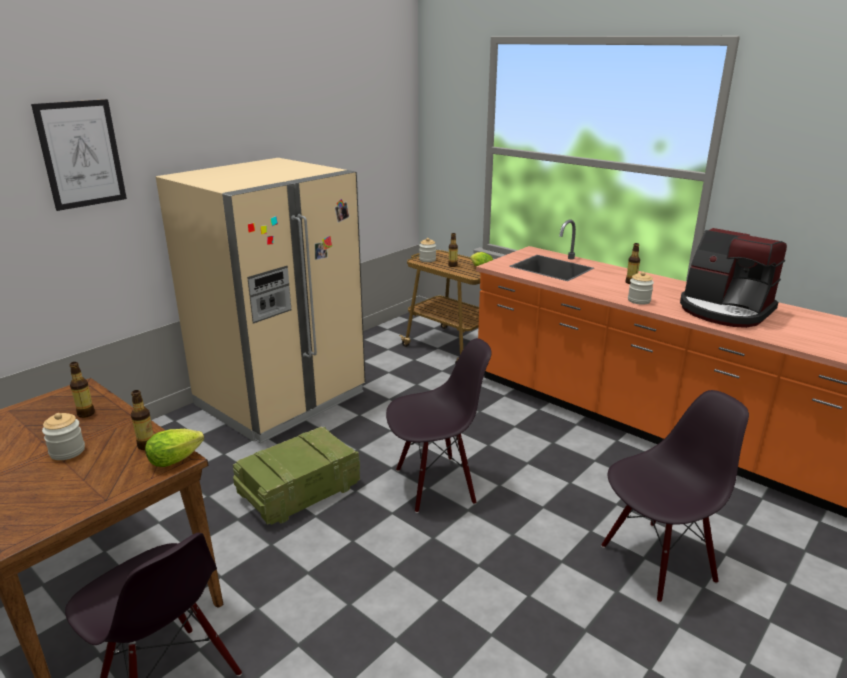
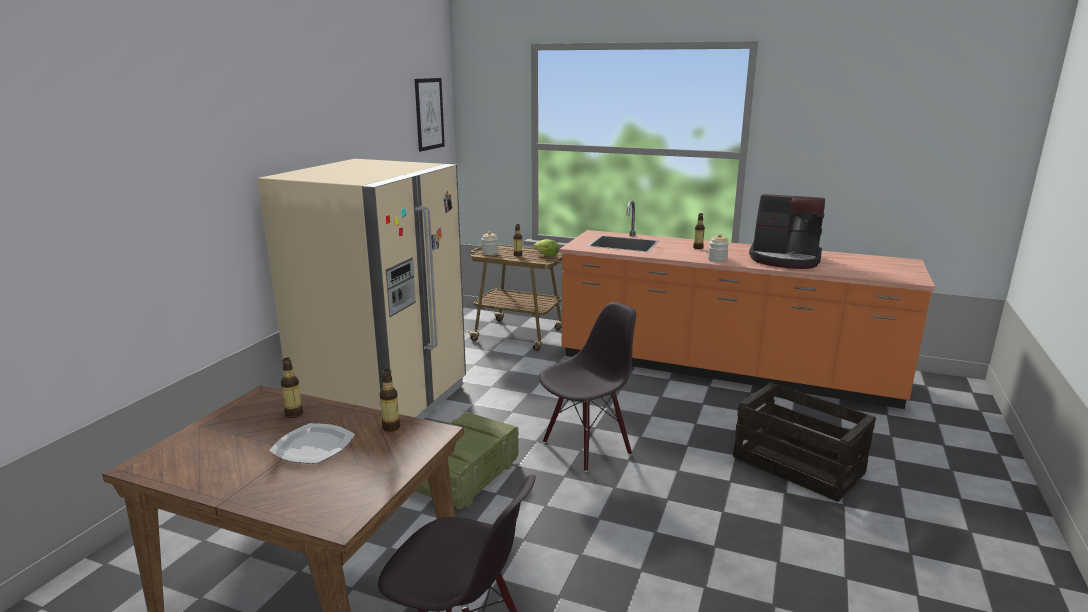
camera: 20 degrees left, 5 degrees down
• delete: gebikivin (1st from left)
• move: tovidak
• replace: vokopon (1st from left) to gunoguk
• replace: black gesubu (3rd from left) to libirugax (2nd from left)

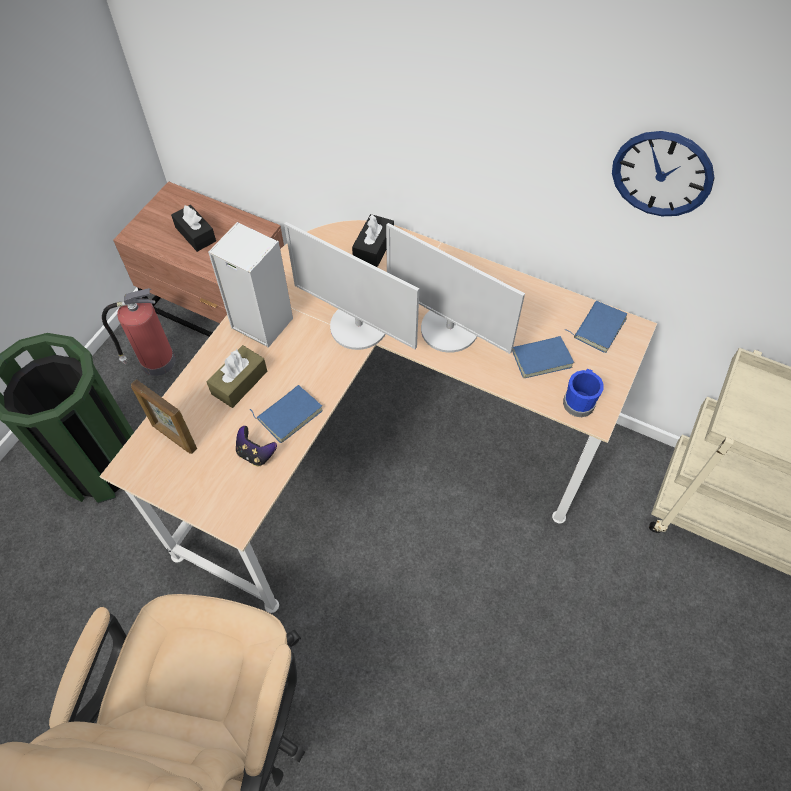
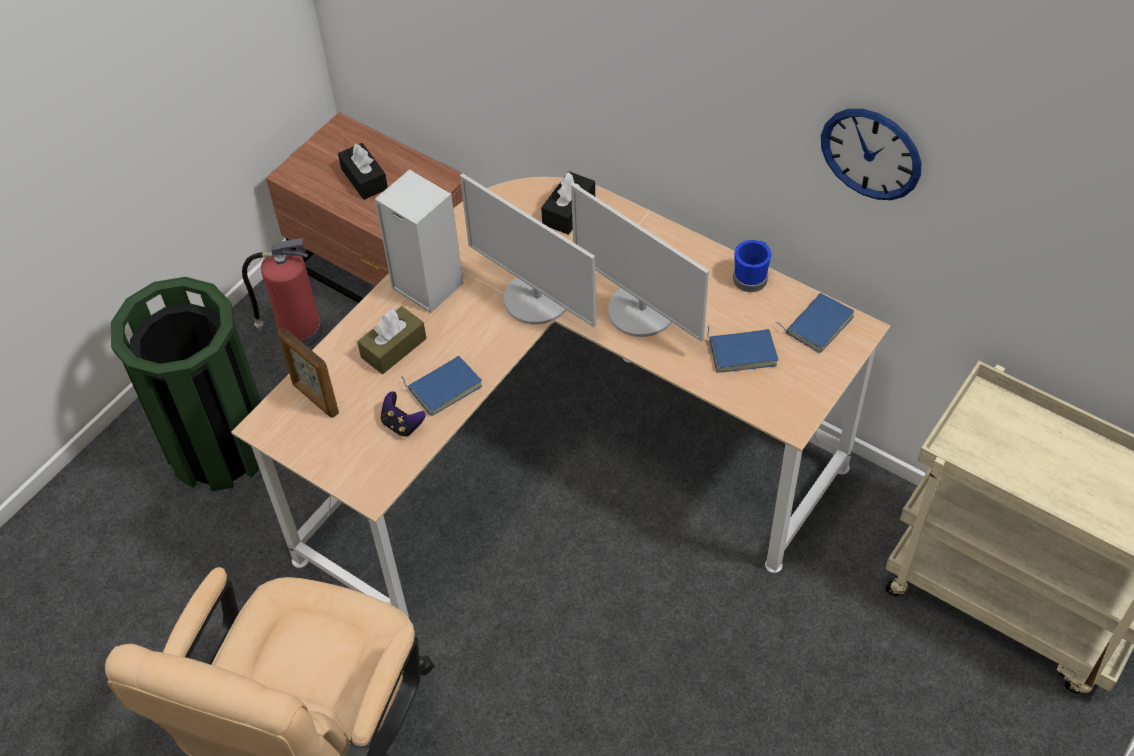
camera: 10 degrees right, 5 degrees down
• move: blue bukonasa

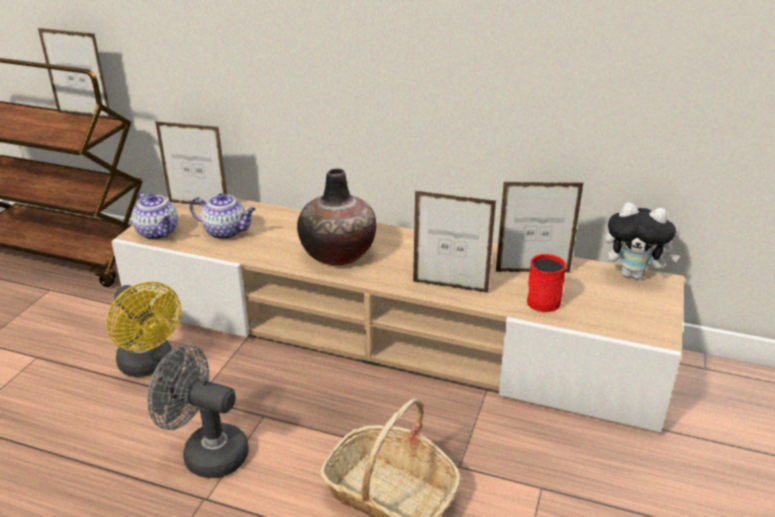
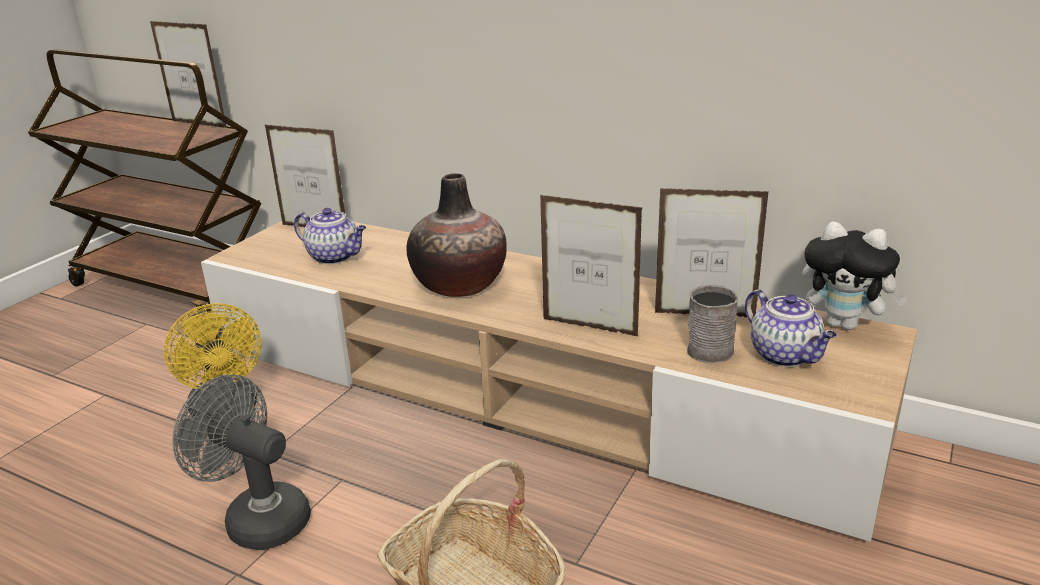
camera: 10 degrees right, 5 degrees down
• move: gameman (1st from left in the first image) to gameman (2nd from left)
• recolor: red bukonasa to grey bukonasa

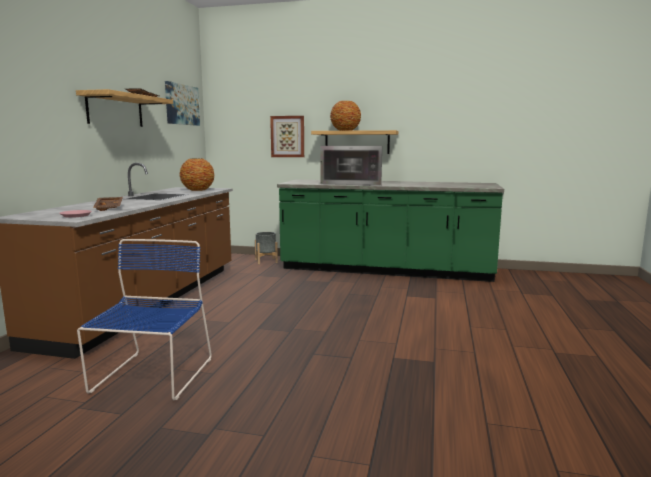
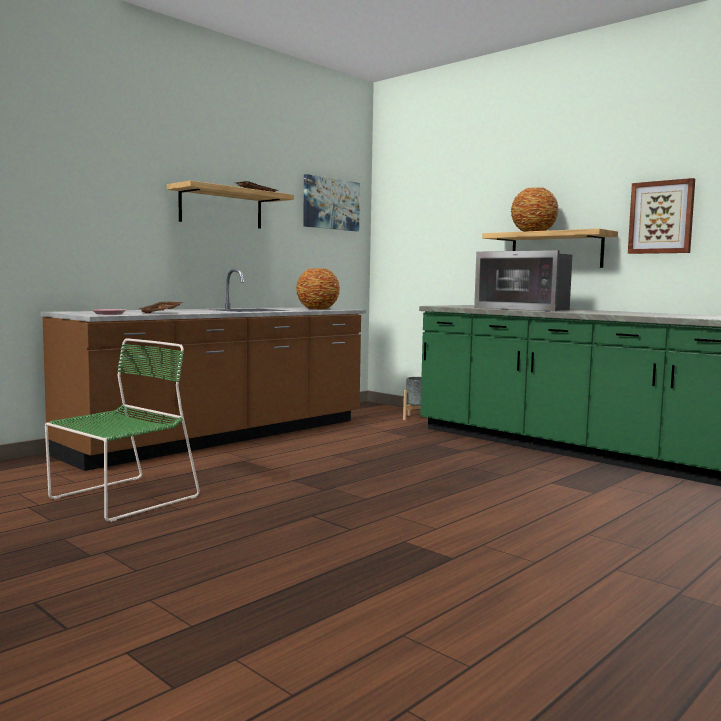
camera: 30 degrees right, 5 degrees down
• move: tovidak (2nd from left)
• recolor: blue gesubu to green gesubu

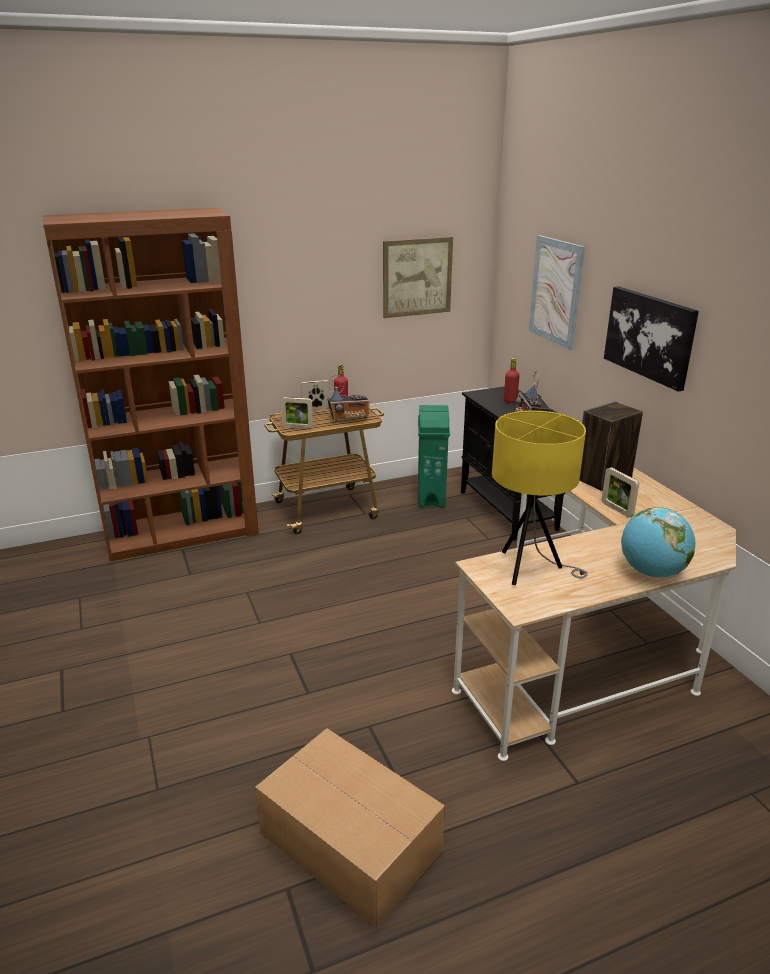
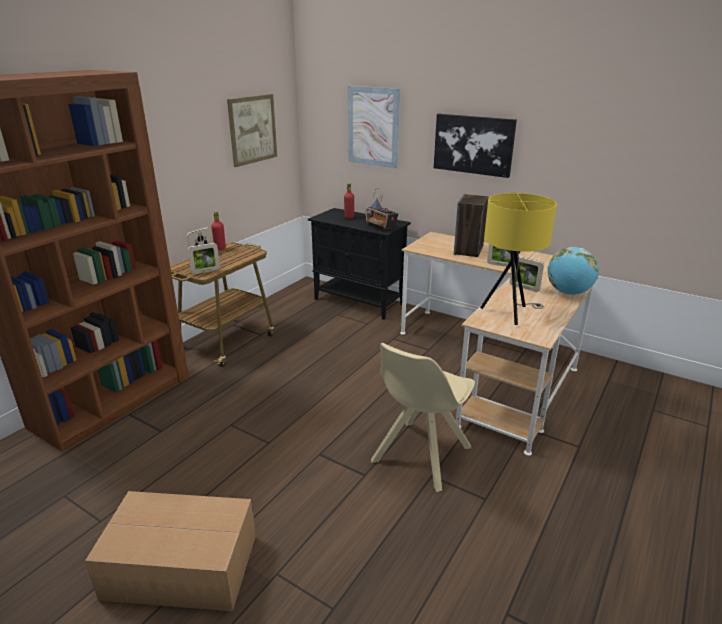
camera: 35 degrees left, 0 degrees up
• delete: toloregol (1st from left)
• delete: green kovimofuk
• insert: beige gesubu
• insert: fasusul (4th from left)
• move: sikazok

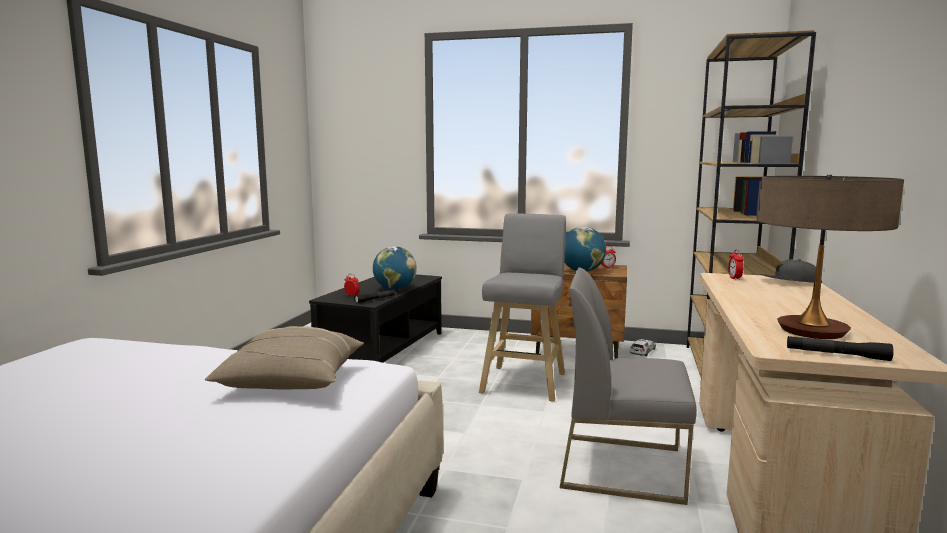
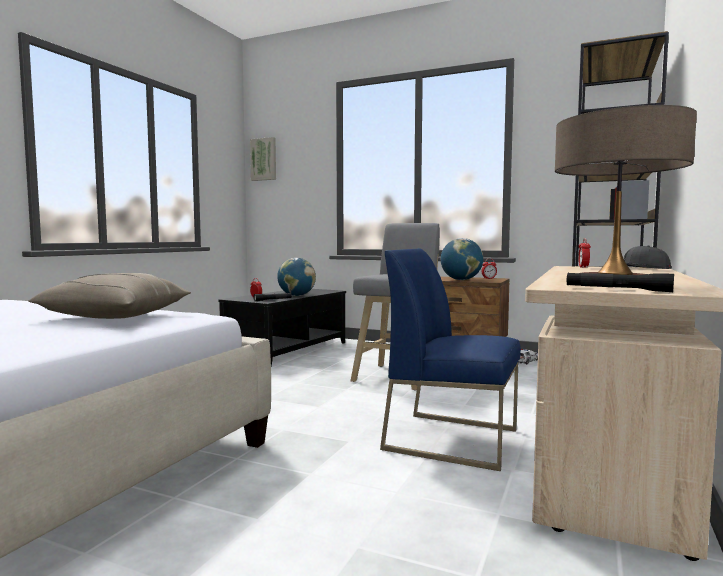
camera: 10 degrees right, 5 degrees down
• insert: tovidak
• recolor: grey gesubu to blue gesubu

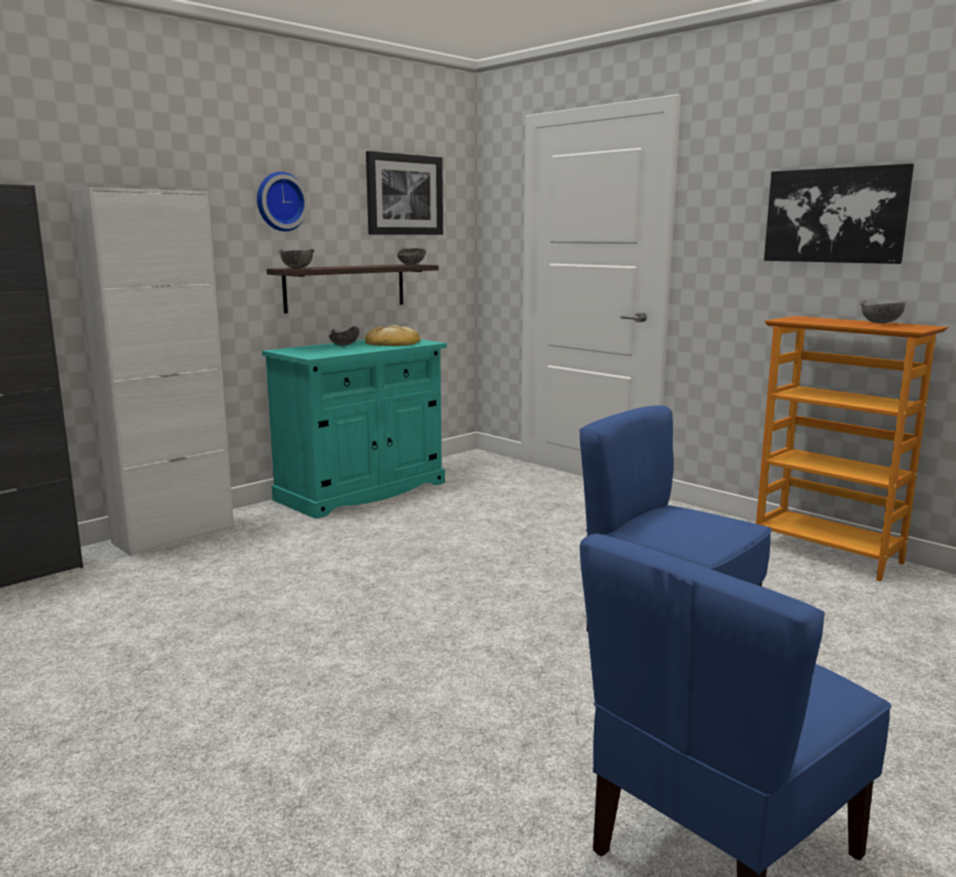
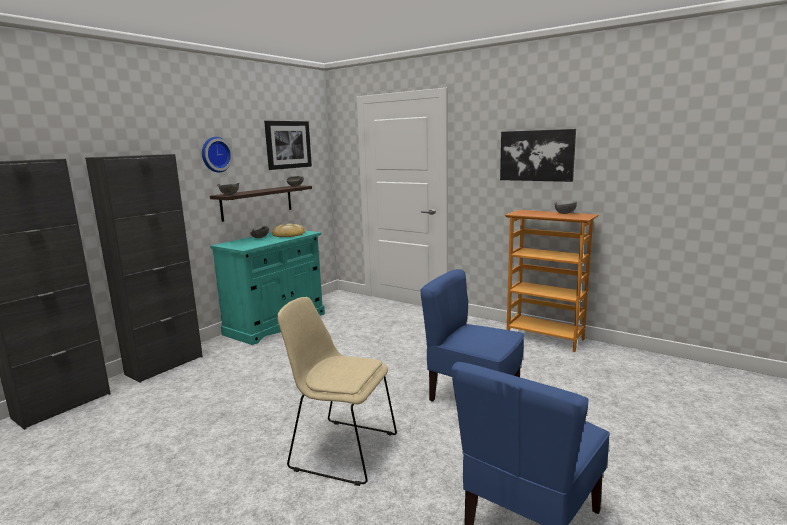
camera: 10 degrees left, 0 degrees up
• insert: beige gesubu
• recolor: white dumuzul to black dumuzul (2nd from left)

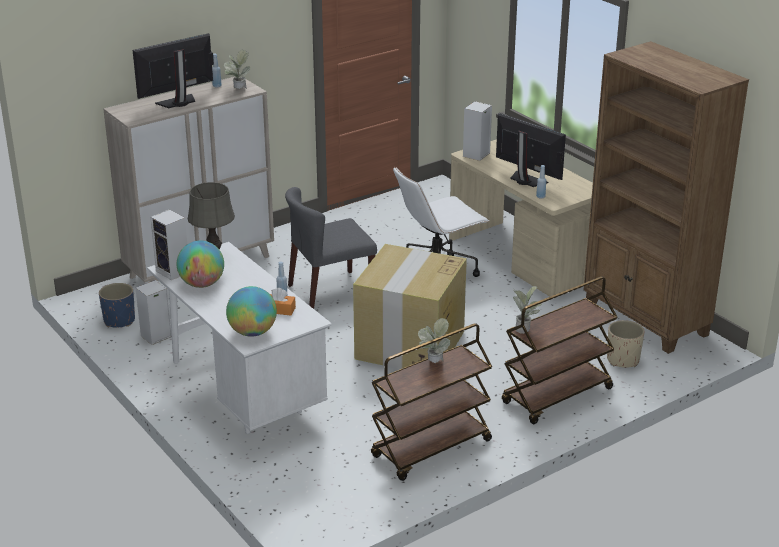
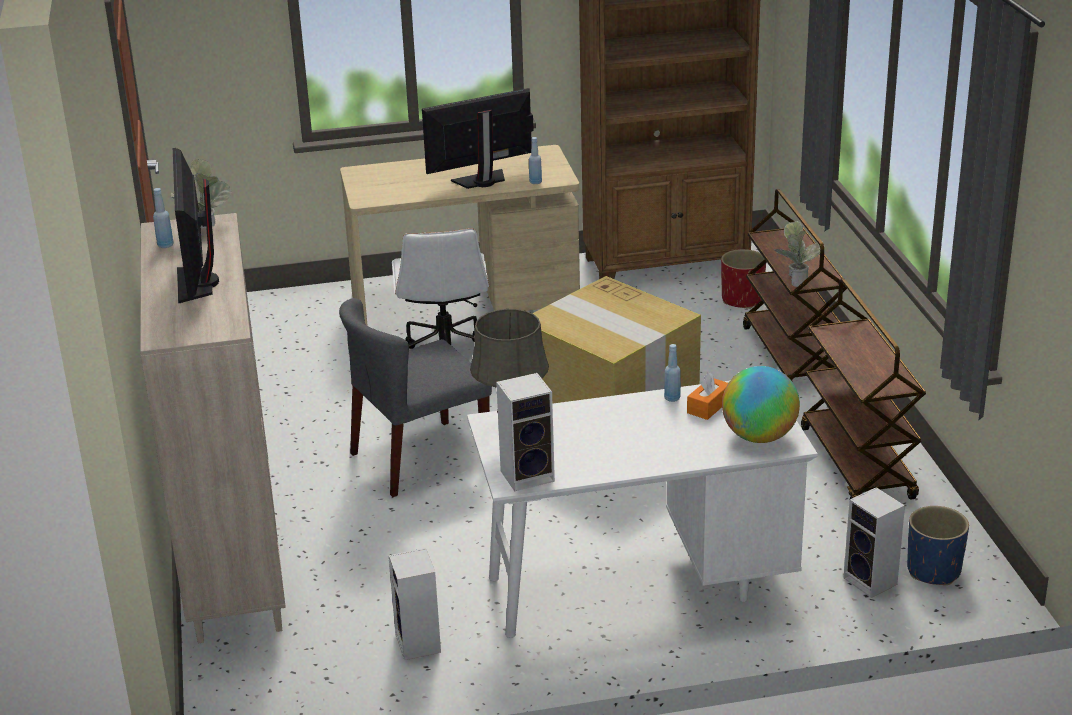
camera: 65 degrees left, 0 degrees up
• delete: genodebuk (1st from left)
• delete: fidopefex (2nd from left)
• move: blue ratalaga
• move: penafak (3rd from left)
• recolor: beige ratalaga to red ratalaga
• rotate: grey gesubu 60 degrees clockwise

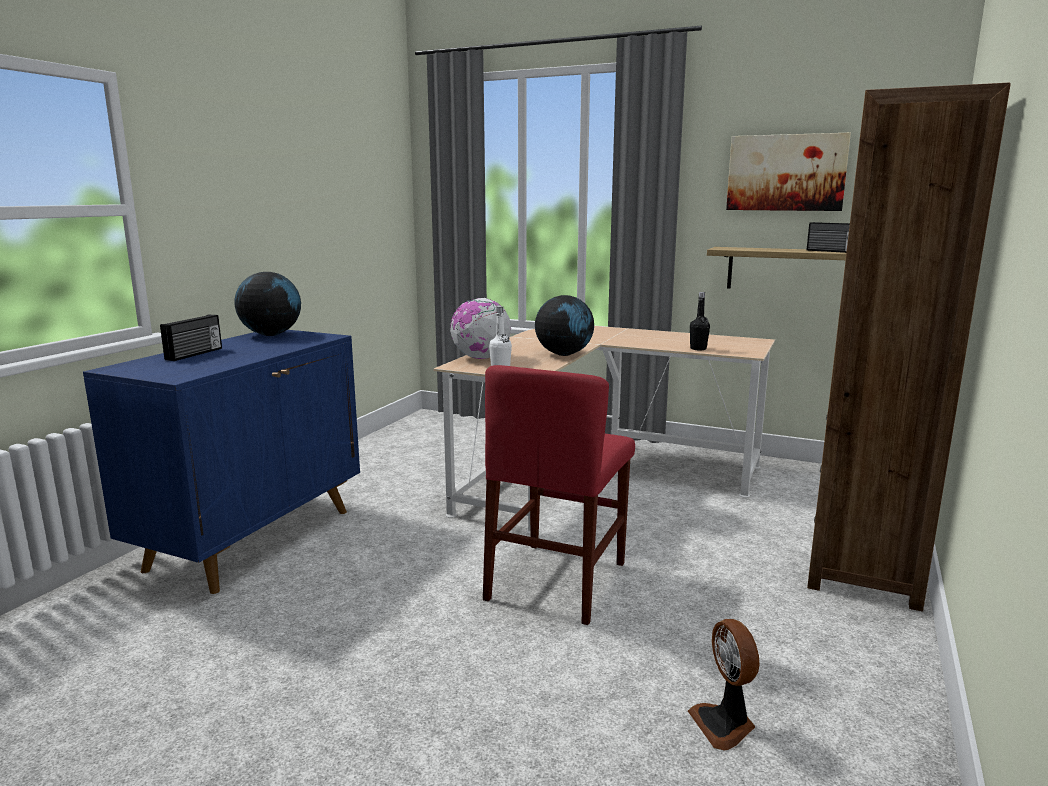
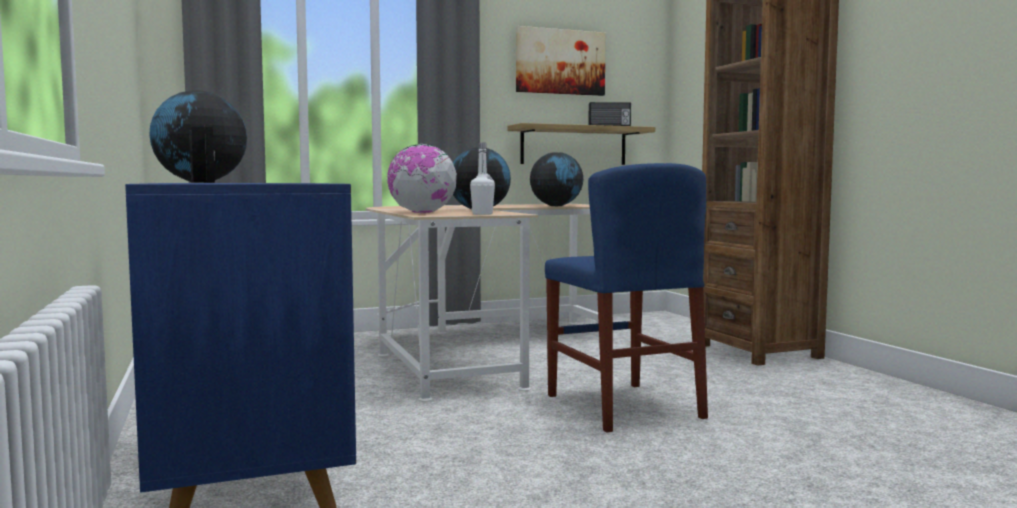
camera: 45 degrees left, 10 degrees down
• delete: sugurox
• replace: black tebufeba to genodebuk (4th from left)
• recolor: red gesubu to blue gesubu

